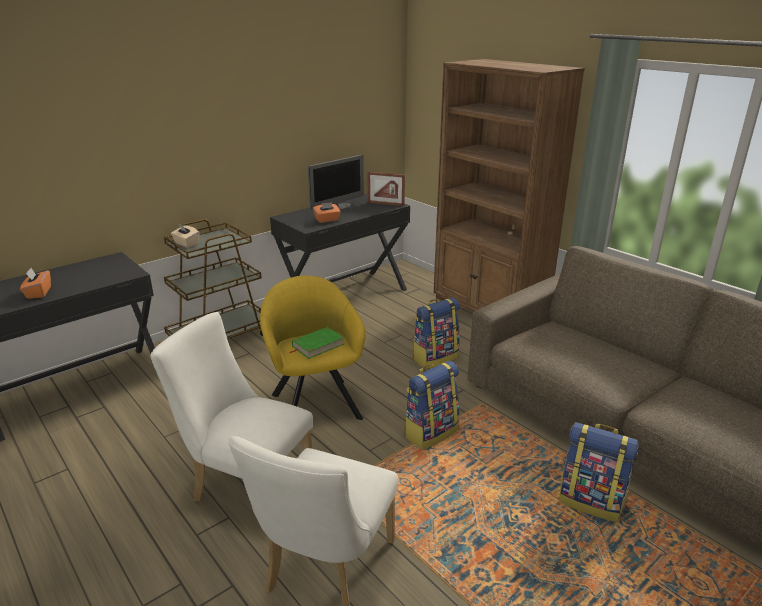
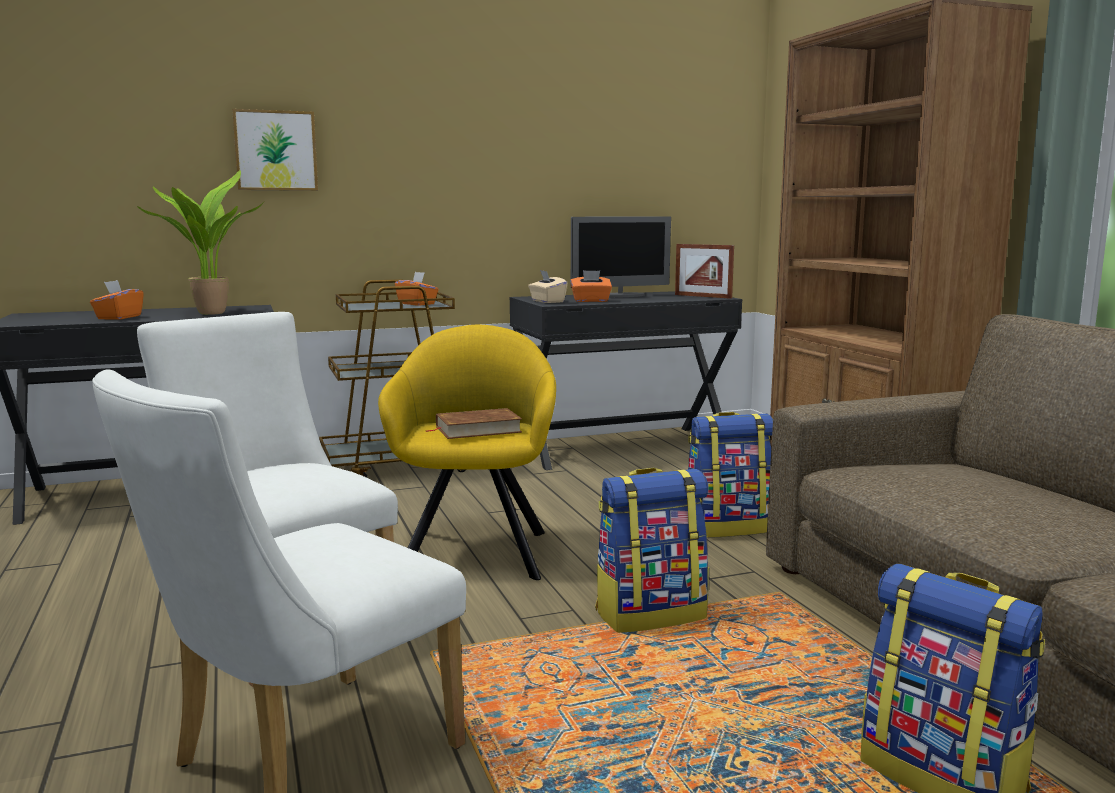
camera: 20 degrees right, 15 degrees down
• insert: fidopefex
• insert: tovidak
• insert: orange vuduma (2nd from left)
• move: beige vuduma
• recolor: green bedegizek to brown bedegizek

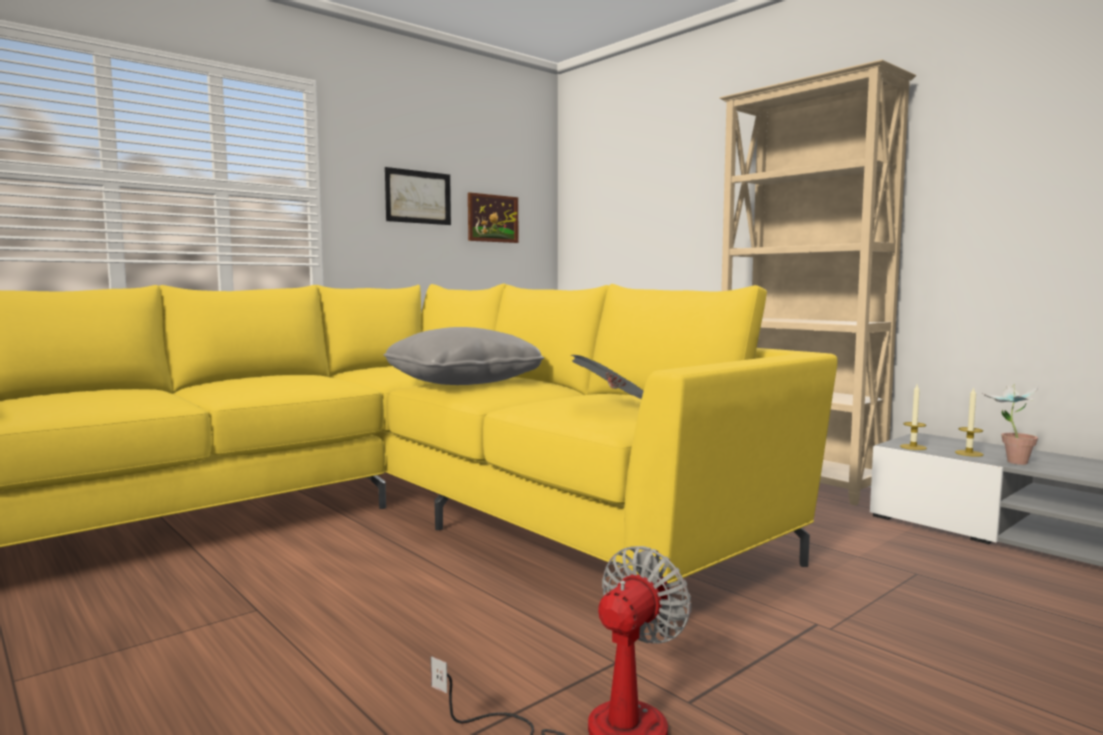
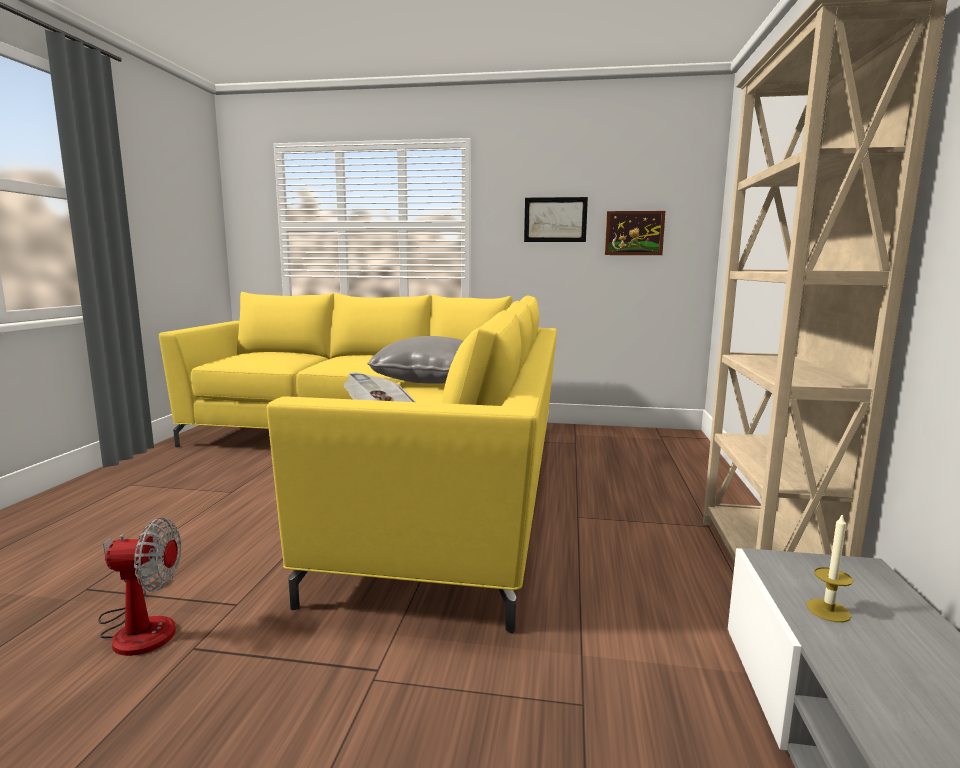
camera: 50 degrees right, 5 degrees up
• delete: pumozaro (1st from left)
• delete: fidopefex

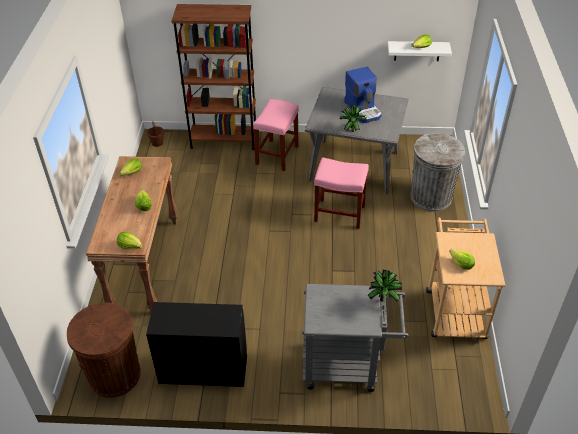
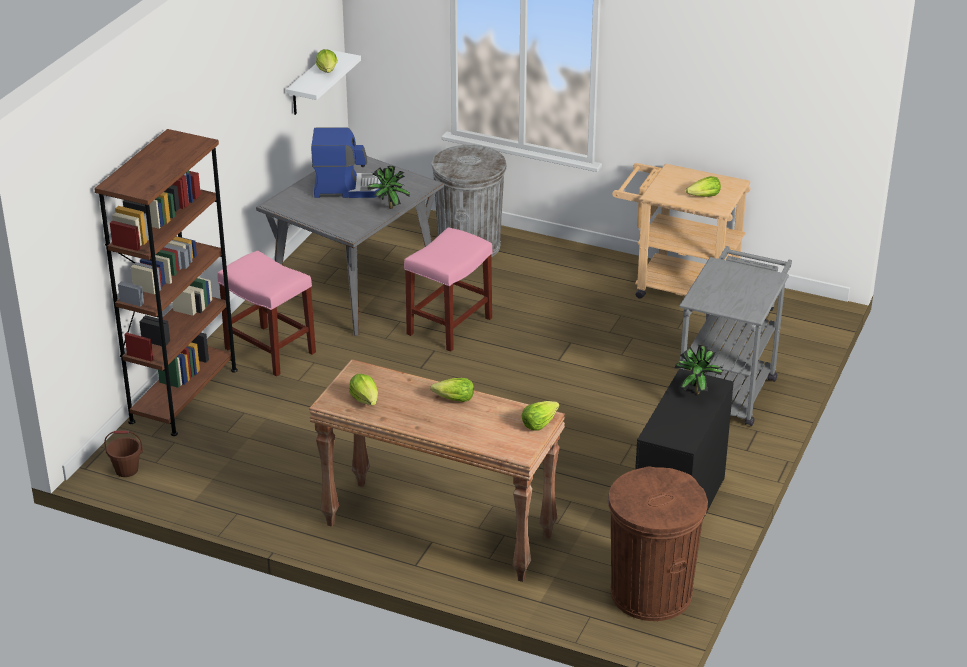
camera: 70 degrees left, 10 degrees down
• move: fidopefex (2nd from left)

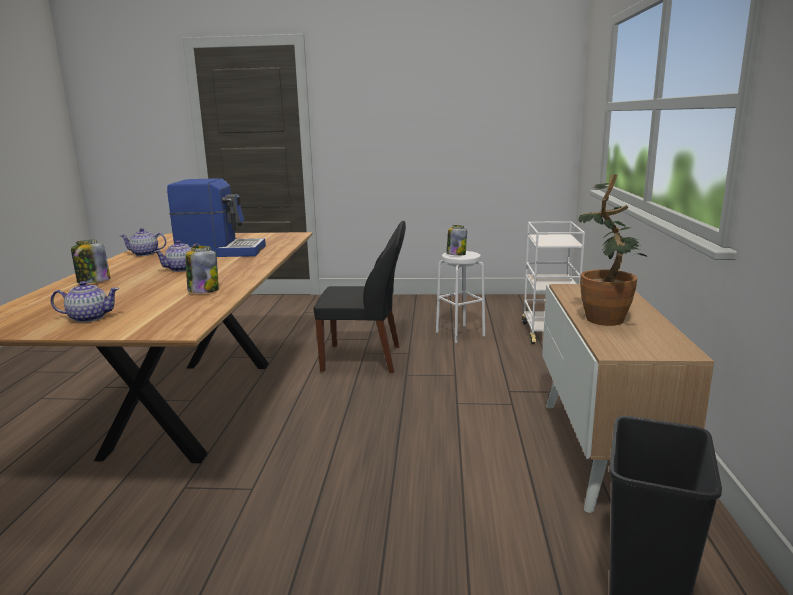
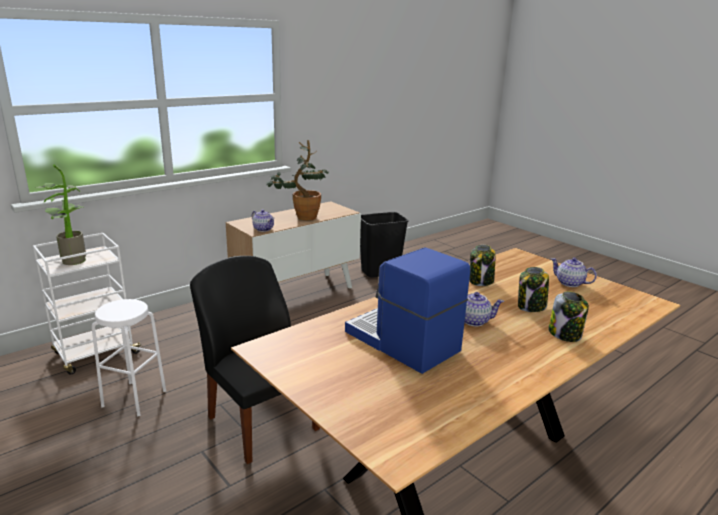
camera: 135 degrees left, 5 degrees up
• insert: fidopefex (1st from left)
• move: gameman (2nd from left in the first image) to gameman (1st from left)
• move: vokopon (3rd from left in the first image) to vokopon (2nd from left)

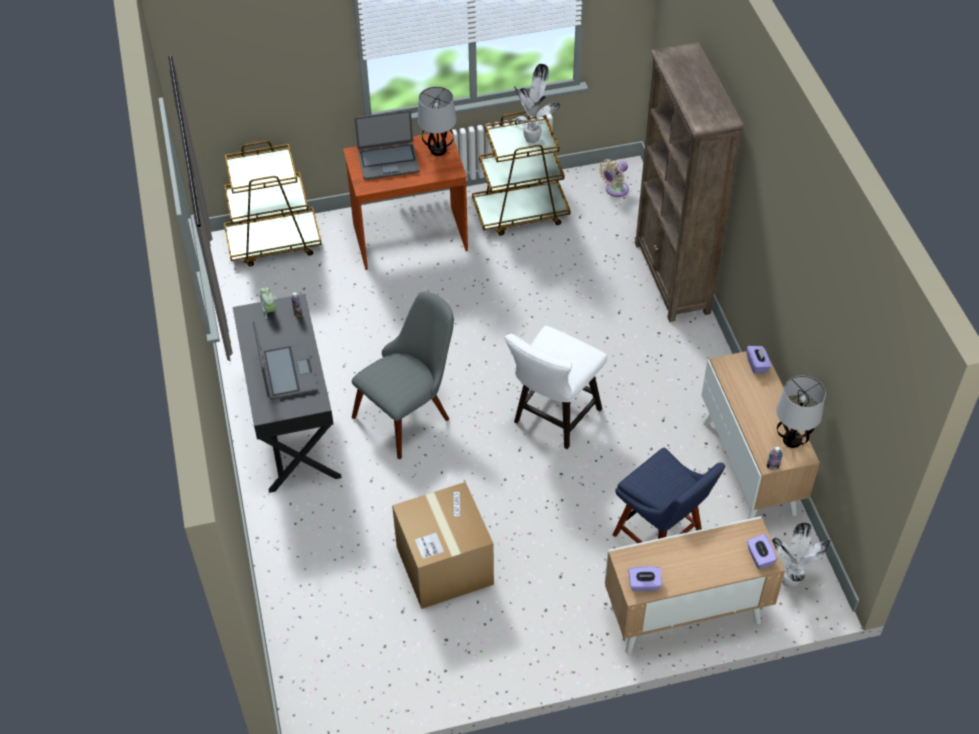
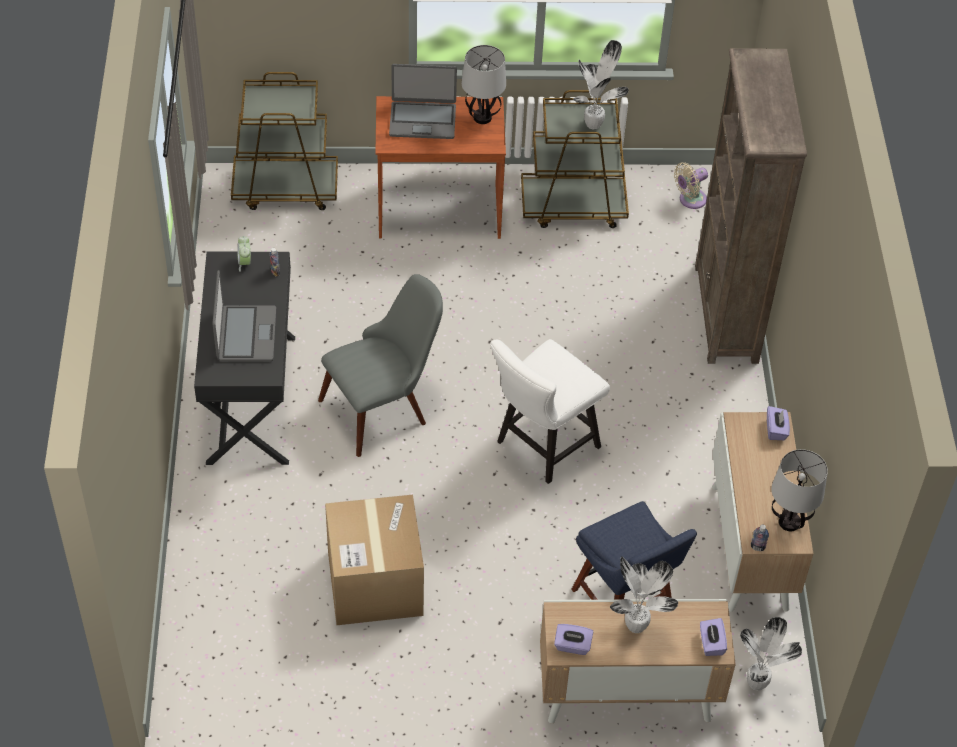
camera: 10 degrees right, 0 degrees up
• insert: fidopefex (2nd from left)

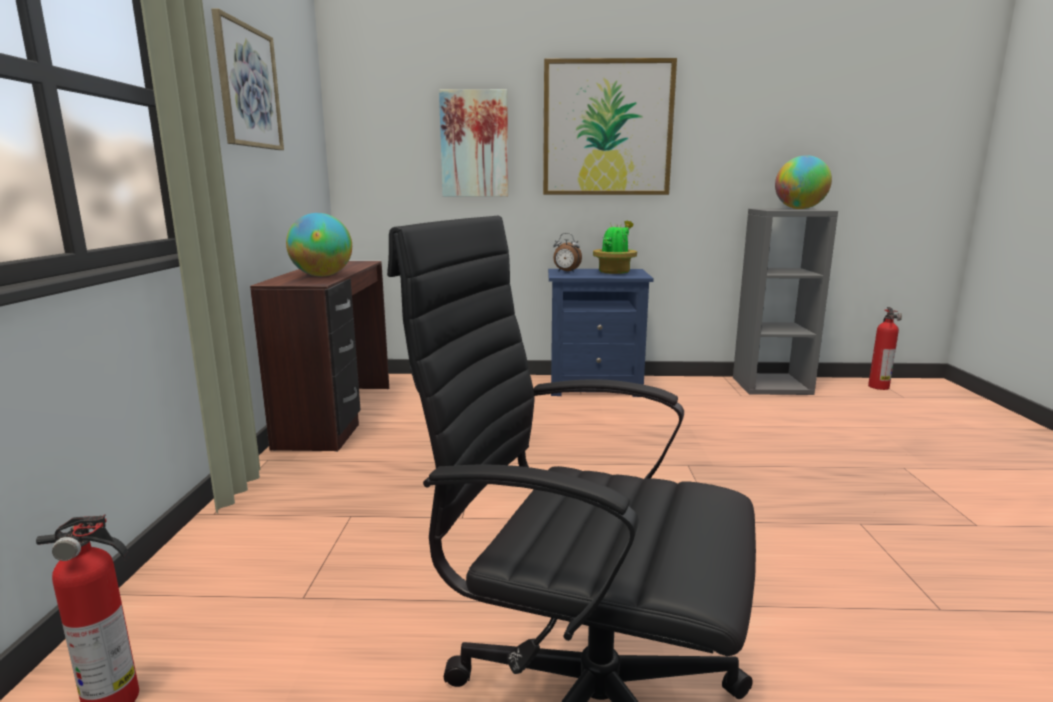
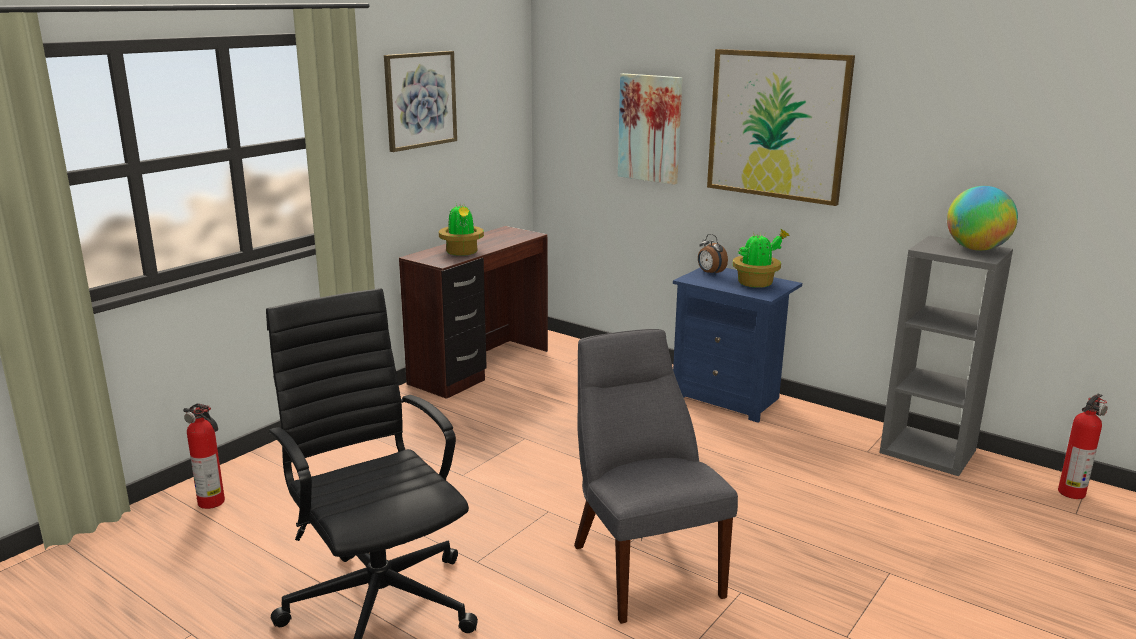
camera: 35 degrees right, 5 degrees up
• insert: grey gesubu
• replace: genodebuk (1st from left) to fidopefex (1st from left)

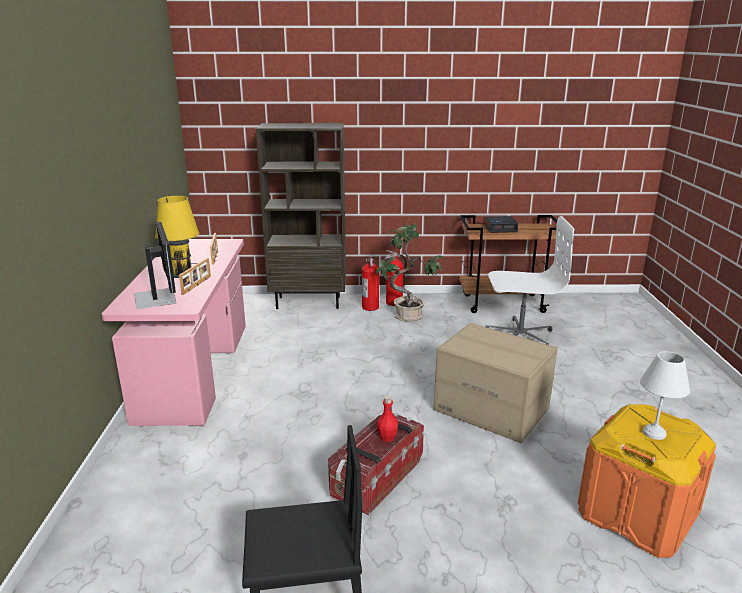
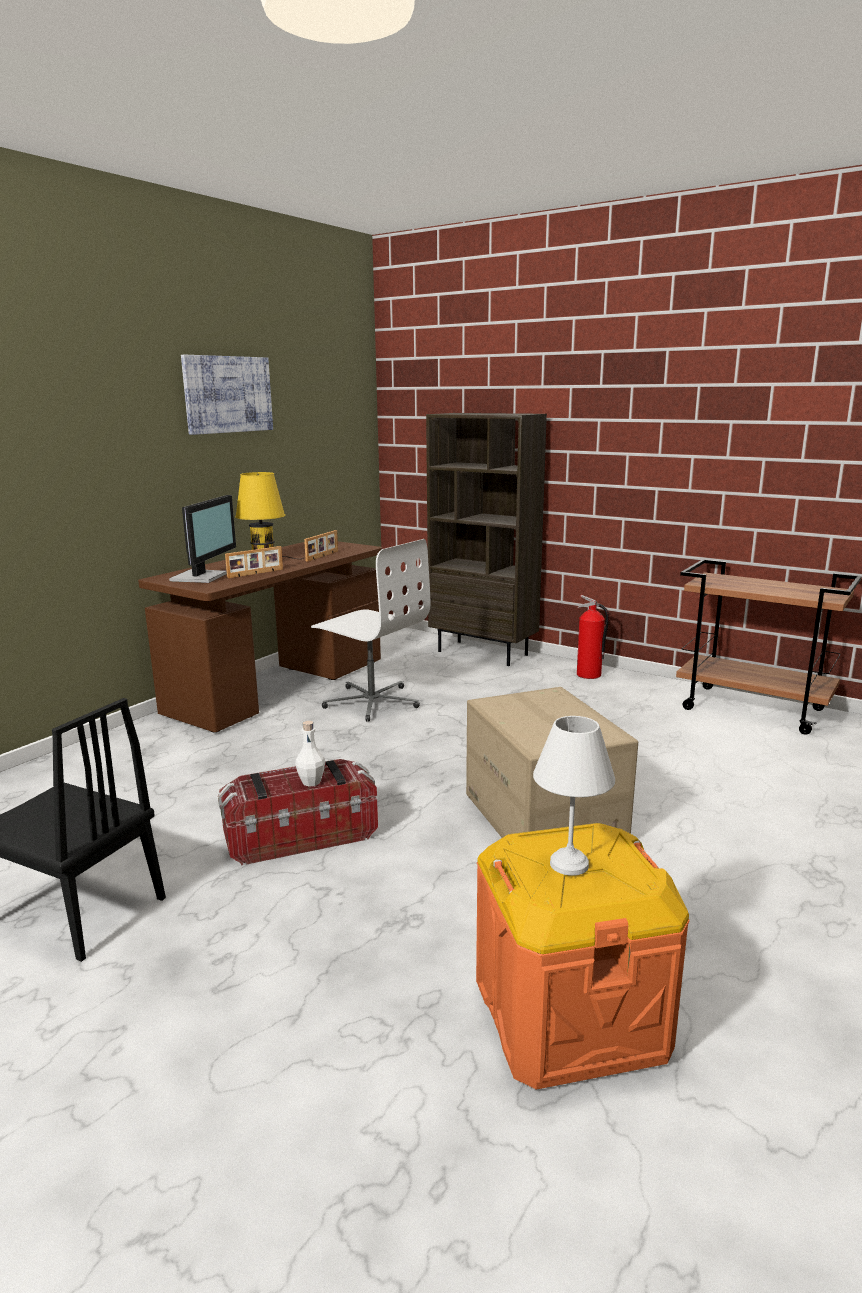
camera: 35 degrees right, 5 degrees down
• delete: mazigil (1st from left)
• delete: fidopefex
• delete: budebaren
• insert: tovidak
• move: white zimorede
• recolor: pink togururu to brown togururu
• recolor: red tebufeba to white tebufeba

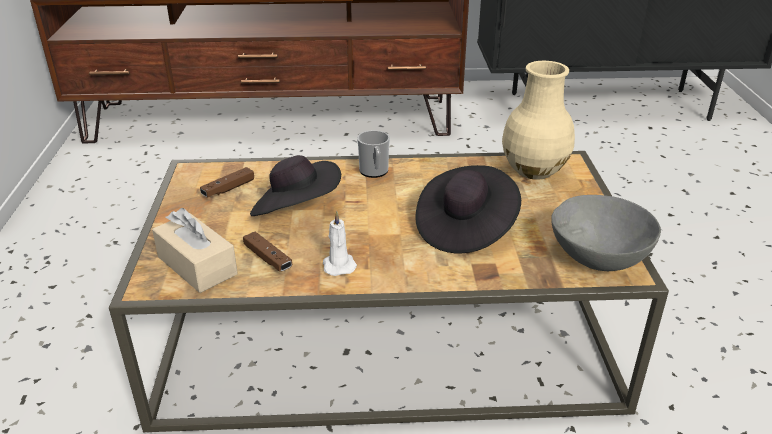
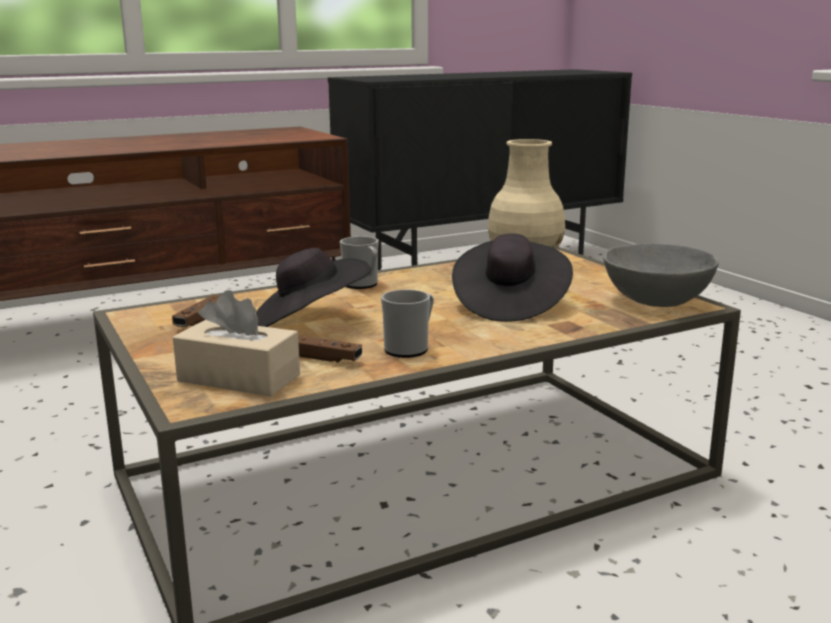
camera: 25 degrees left, 15 degrees down
• replace: white pumozaro to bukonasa (2nd from left)

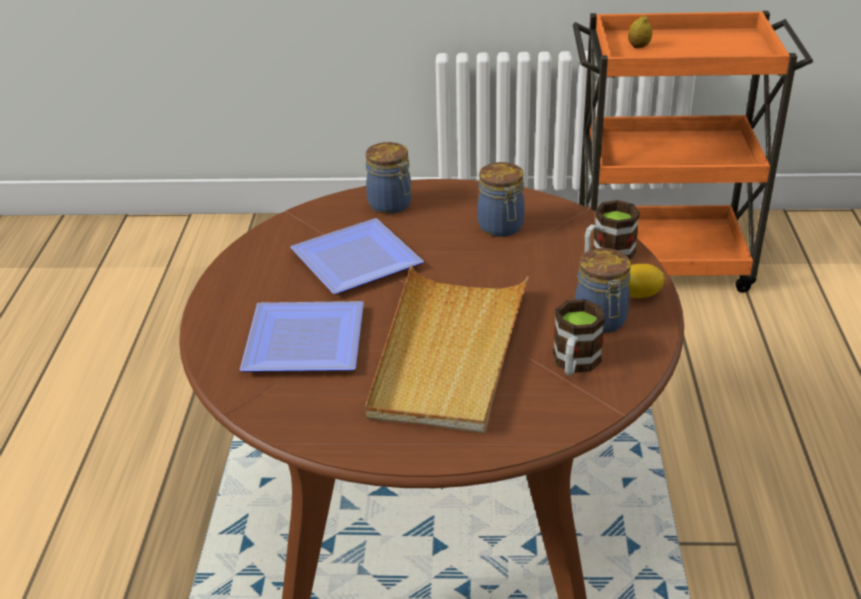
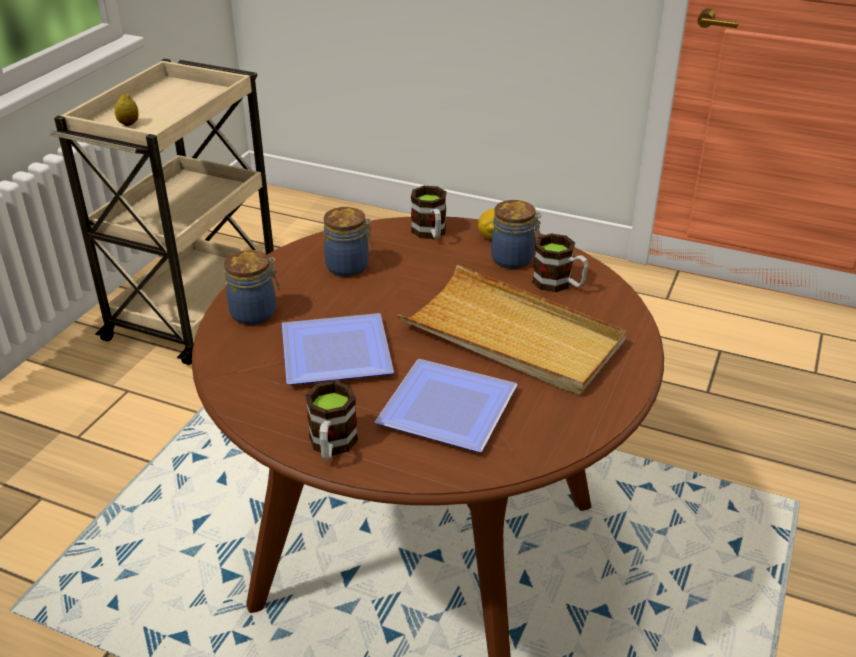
camera: 70 degrees left, 0 degrees up
• insert: bukonasa (1st from left)
• recolor: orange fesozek to beige fesozek

